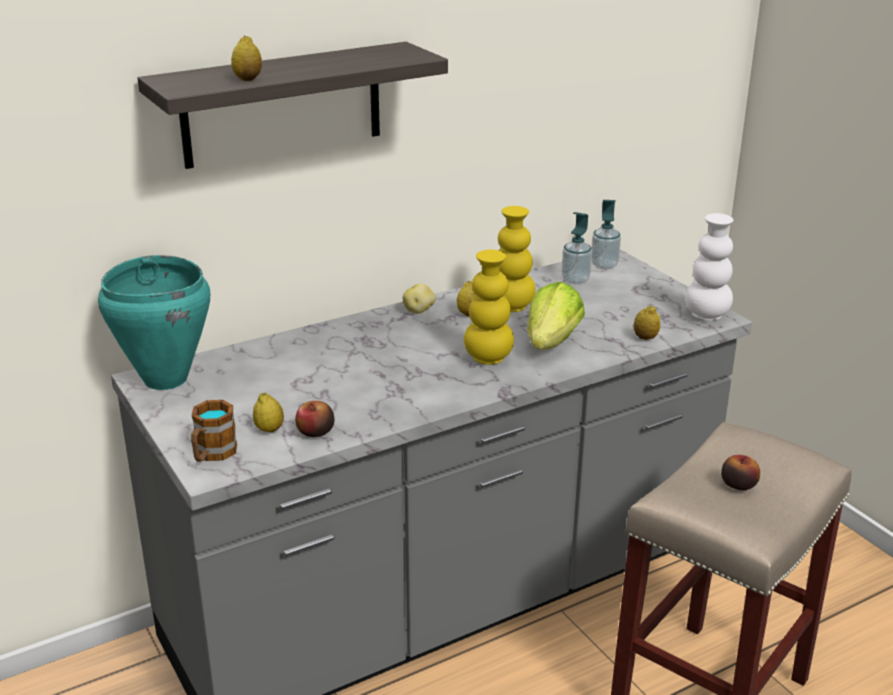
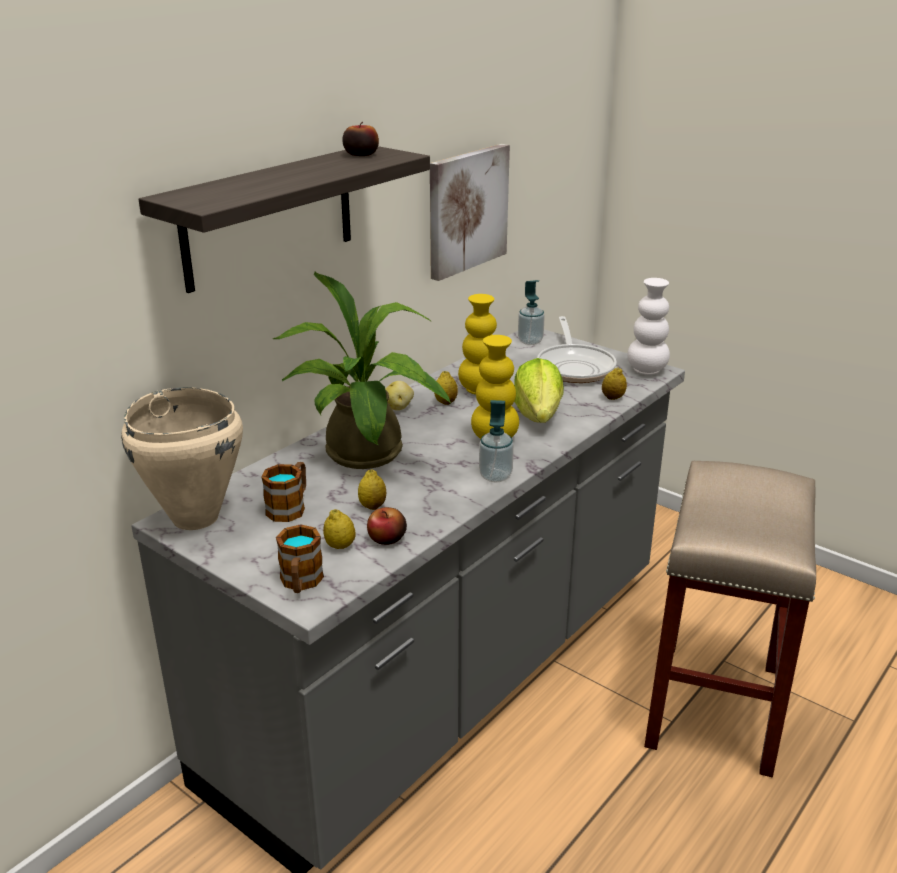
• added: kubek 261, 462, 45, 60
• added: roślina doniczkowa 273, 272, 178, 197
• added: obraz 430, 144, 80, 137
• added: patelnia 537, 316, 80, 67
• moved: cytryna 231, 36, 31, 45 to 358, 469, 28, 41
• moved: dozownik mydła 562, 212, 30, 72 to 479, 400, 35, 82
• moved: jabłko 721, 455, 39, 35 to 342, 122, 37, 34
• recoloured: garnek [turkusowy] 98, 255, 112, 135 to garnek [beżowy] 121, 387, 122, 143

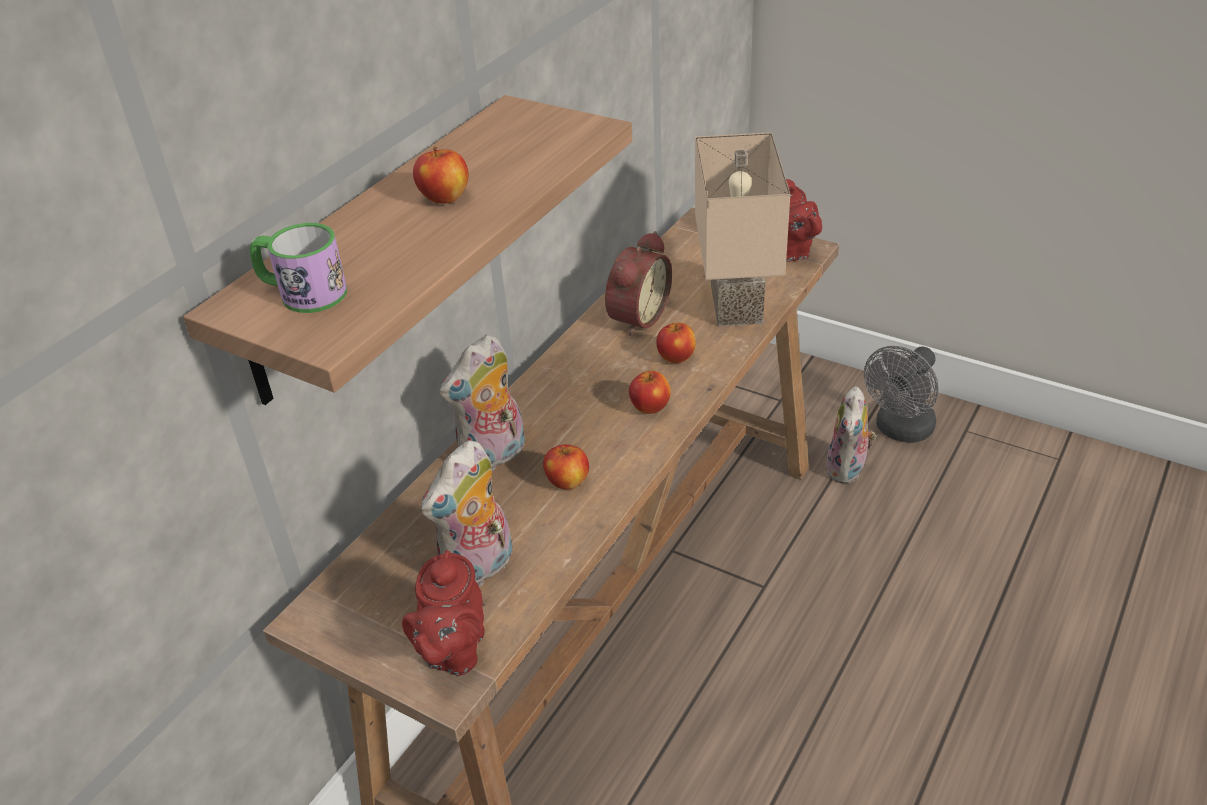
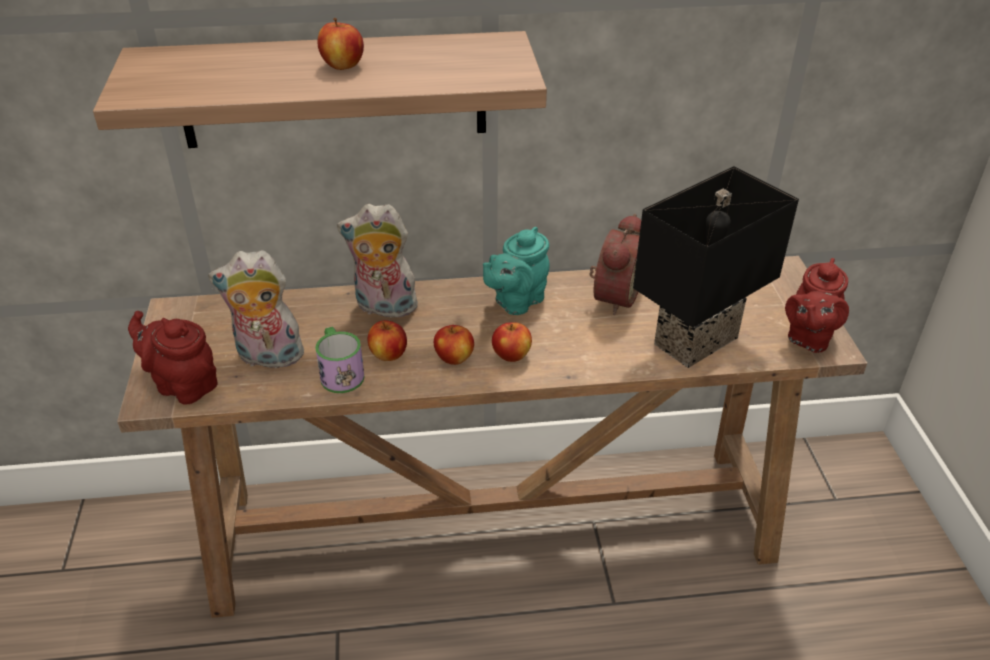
• removed: pluszak 826, 386, 50, 98
• removed: wentylator [szary] 864, 346, 75, 97
• added: imbryk [turkusowy] 483, 227, 67, 88
• moved: kubek 249, 223, 98, 90 to 315, 326, 49, 67
• moved: jabłko 656, 323, 40, 40 to 434, 325, 40, 40
• recoloured: lampa stołowa [beżowy] 695, 132, 95, 194 to lampa stołowa [czarny] 633, 166, 166, 202
• turned: imbryk [czerwony] 402, 550, 83, 126 = 128, 311, 89, 94 60 degrees clockwise
• turned: budzik 605, 231, 67, 105 = 590, 214, 51, 101 60 degrees counterclockwise

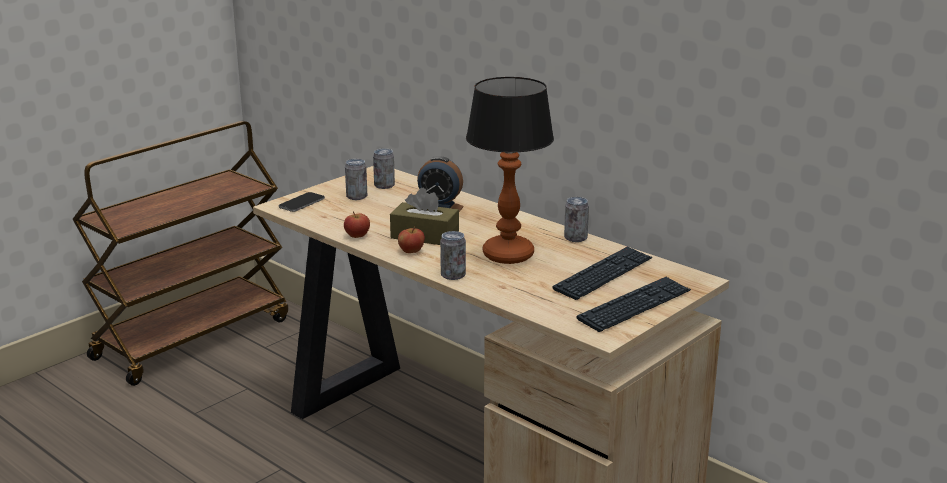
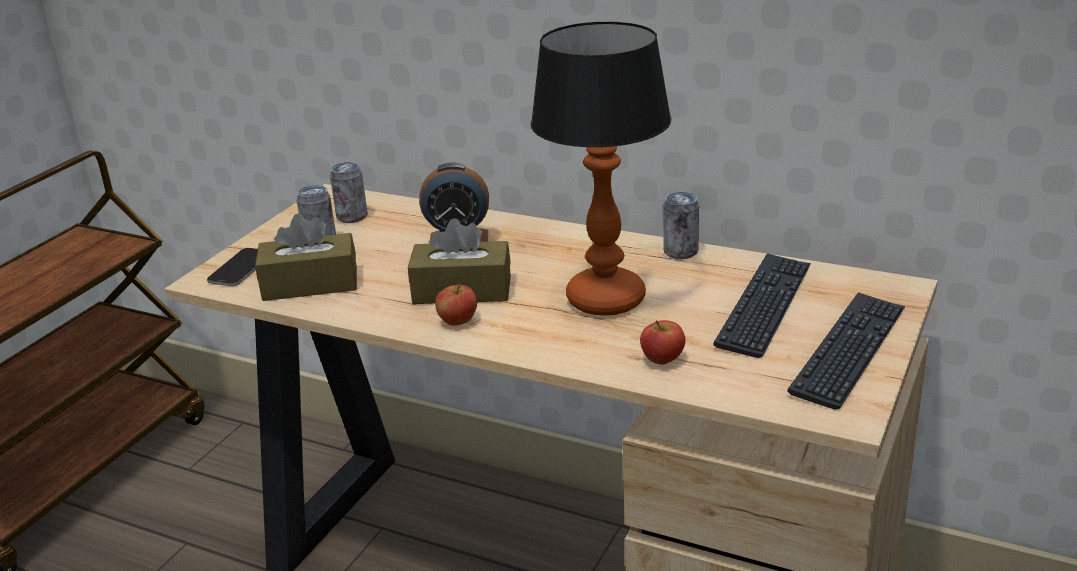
• removed: puszka 440, 231, 26, 49
• added: pudełko chusteczek [brązowy] 255, 214, 102, 87
• moved: jabłko 344, 211, 26, 27 to 640, 320, 45, 45

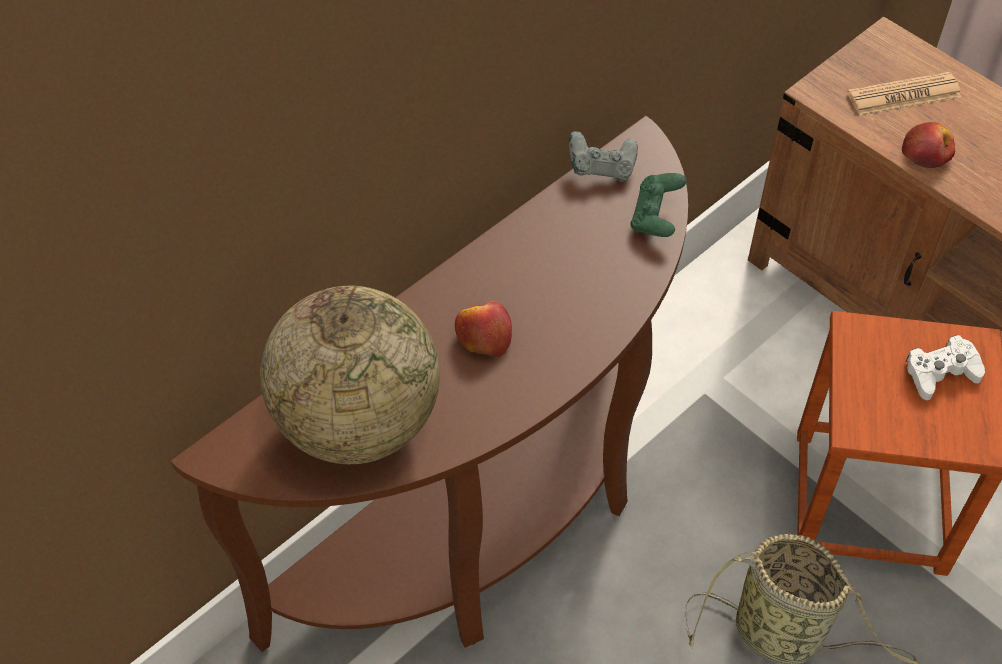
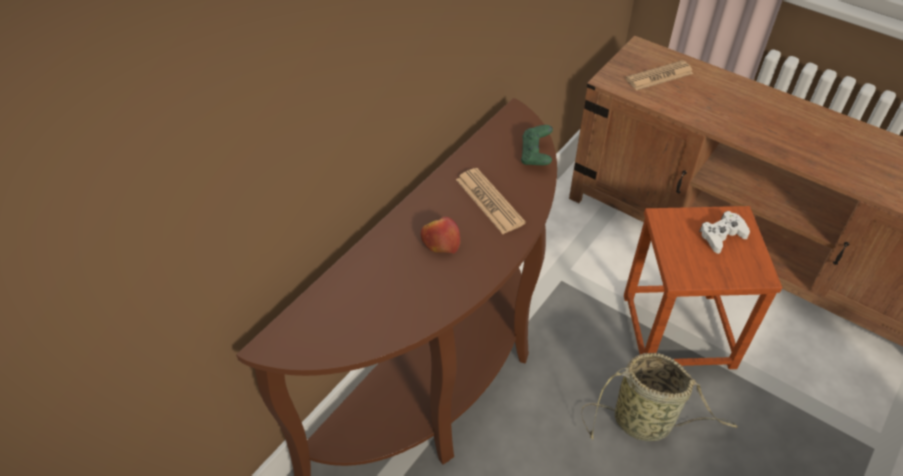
• removed: globus 260, 286, 180, 178
• removed: pad do gier [szary] 569, 131, 69, 50
• removed: jabłko 902, 122, 53, 46
• added: gazeta 456, 168, 70, 66

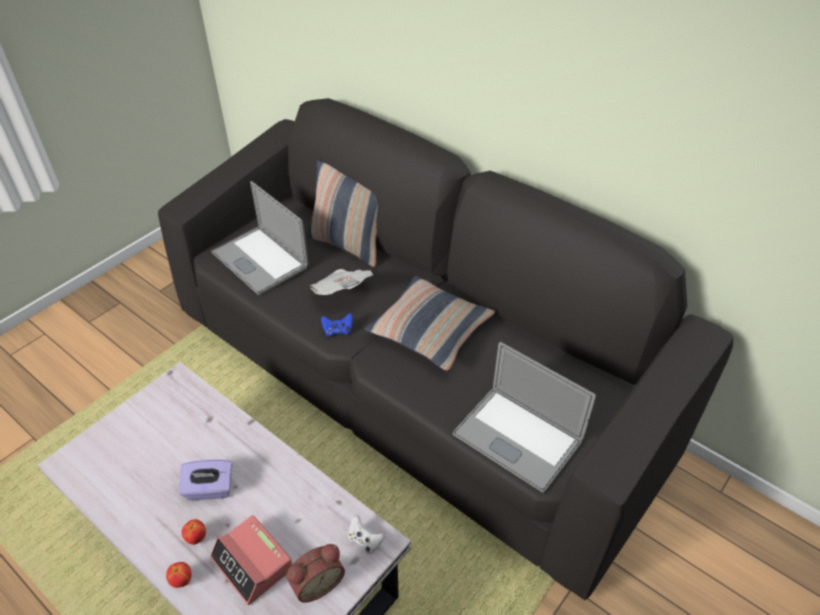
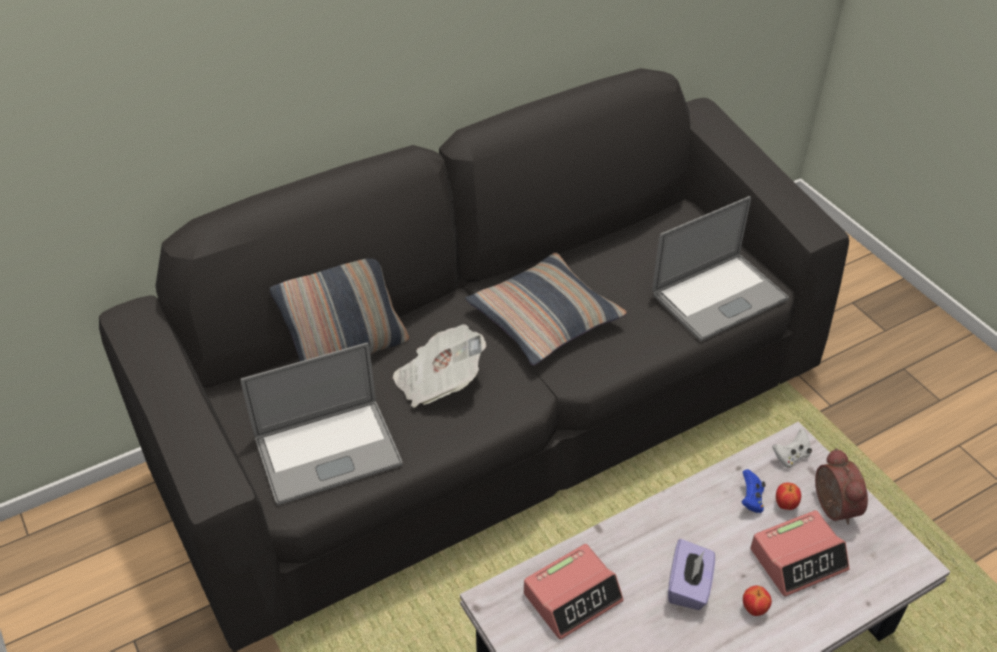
• added: budzik 524, 544, 100, 96
• moved: jabłko 166, 562, 26, 26 to 776, 483, 25, 27
• moved: pad do gier [niebieski] 321, 313, 32, 23 to 742, 469, 24, 44

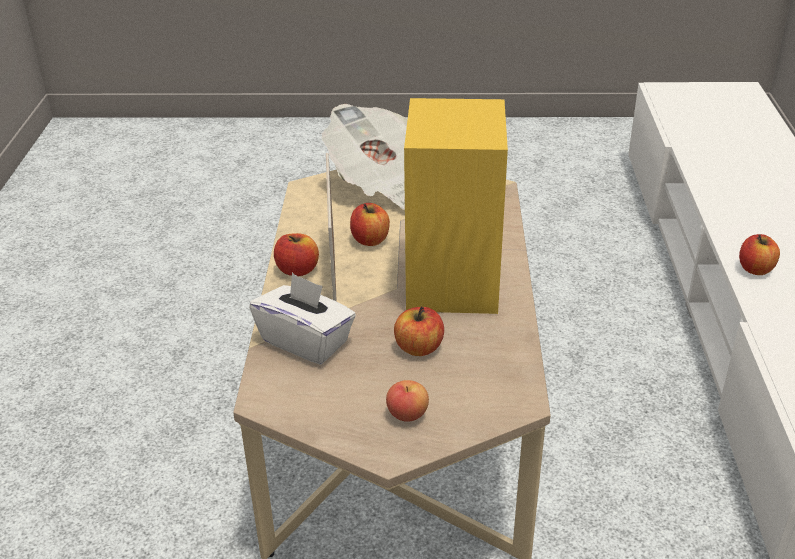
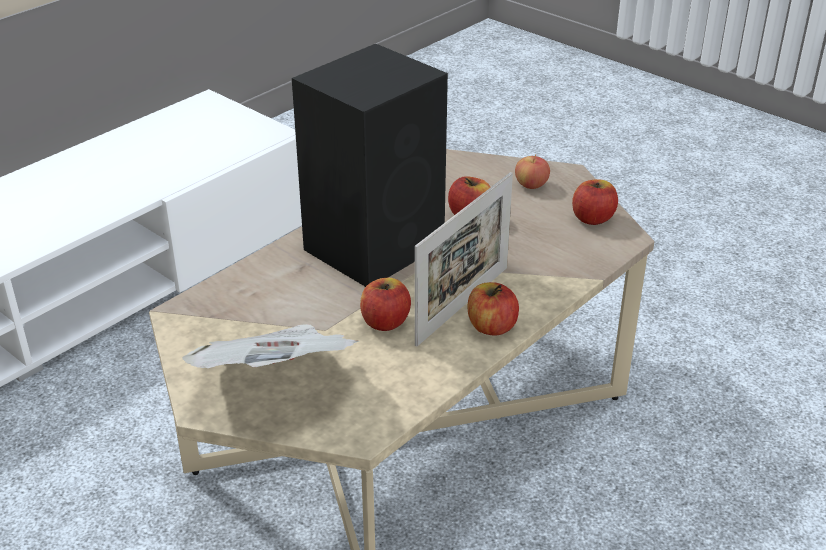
• removed: pudełko chusteczek [biały] 249, 273, 107, 91
• moved: jabłko 739, 234, 41, 41 to 572, 179, 46, 46
• recoloured: głośnik [żółty] 404, 98, 104, 216 to głośnik [czarny] 292, 44, 156, 243

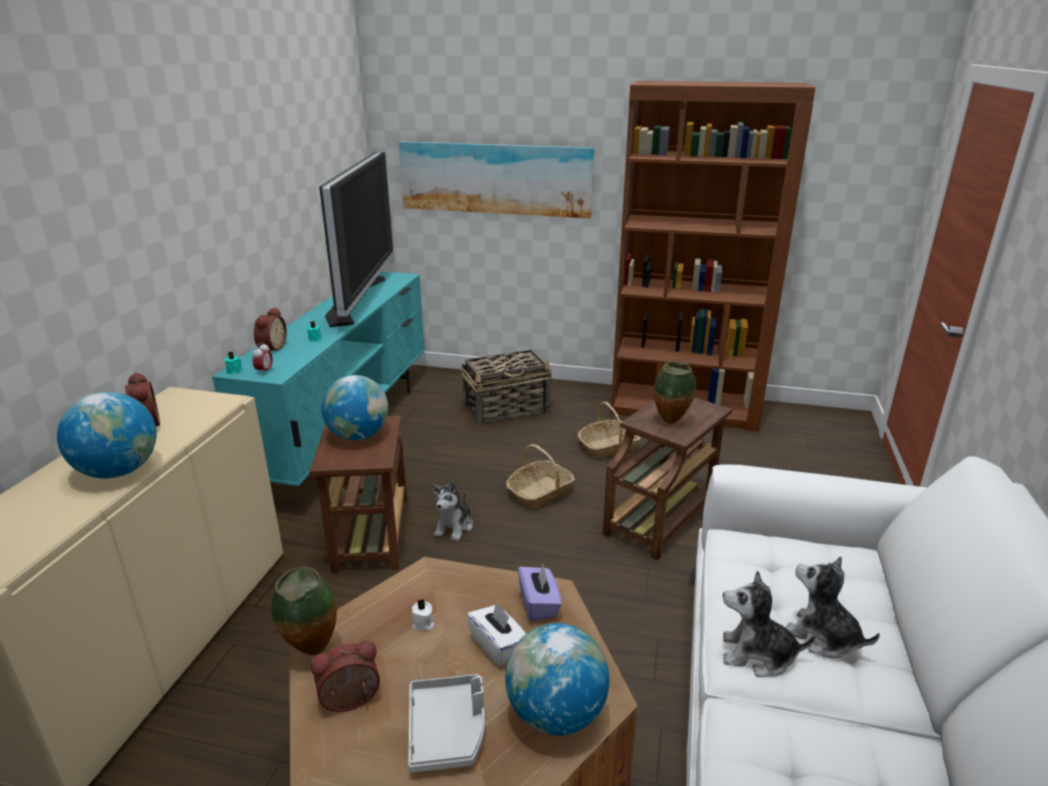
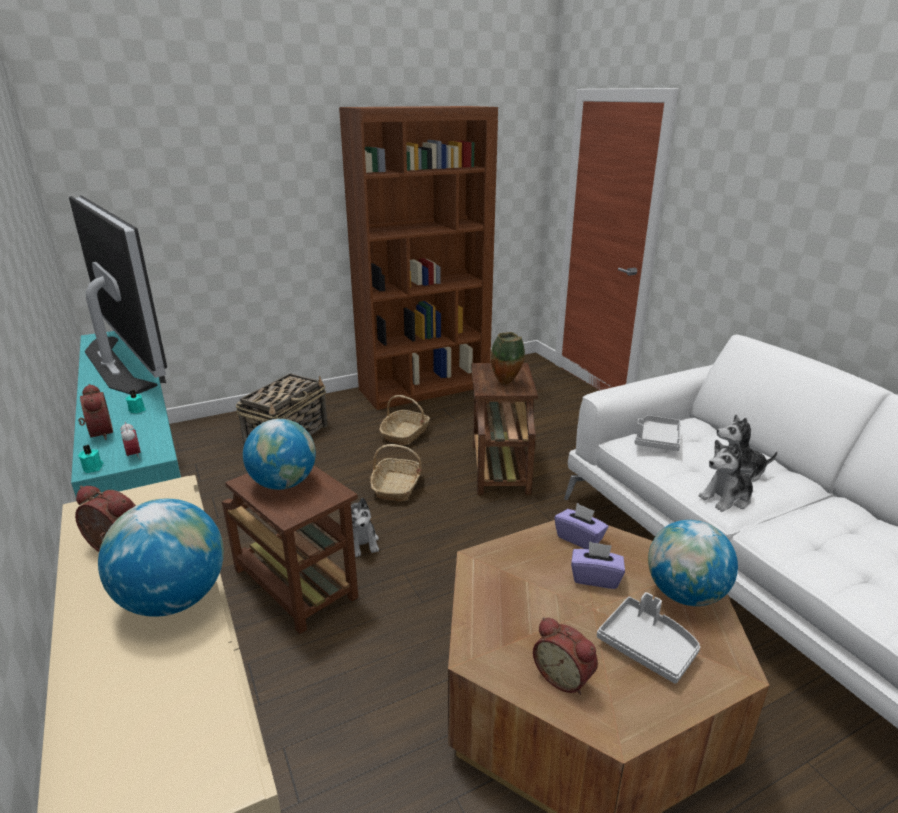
• removed: wazon 271, 567, 66, 88
• removed: obraz 399, 141, 195, 77
• removed: świeca [biały] 412, 599, 22, 32
• added: taca [szary] 634, 415, 47, 36
• recoloured: pudełko chusteczek [biały] 467, 602, 59, 64 to pudełko chusteczek [fioletowy] 571, 541, 54, 48
• turned: budzik 310, 641, 70, 71 = 533, 617, 65, 78 75 degrees counterclockwise

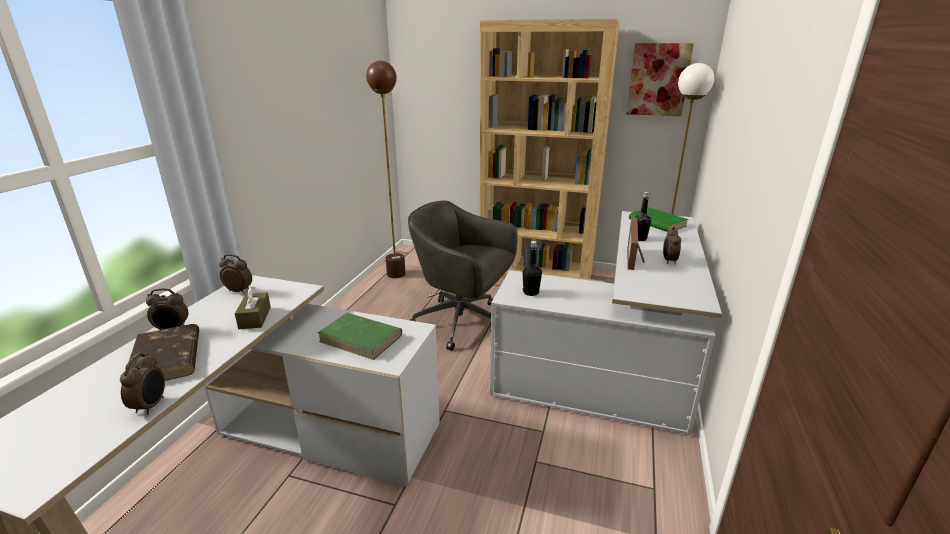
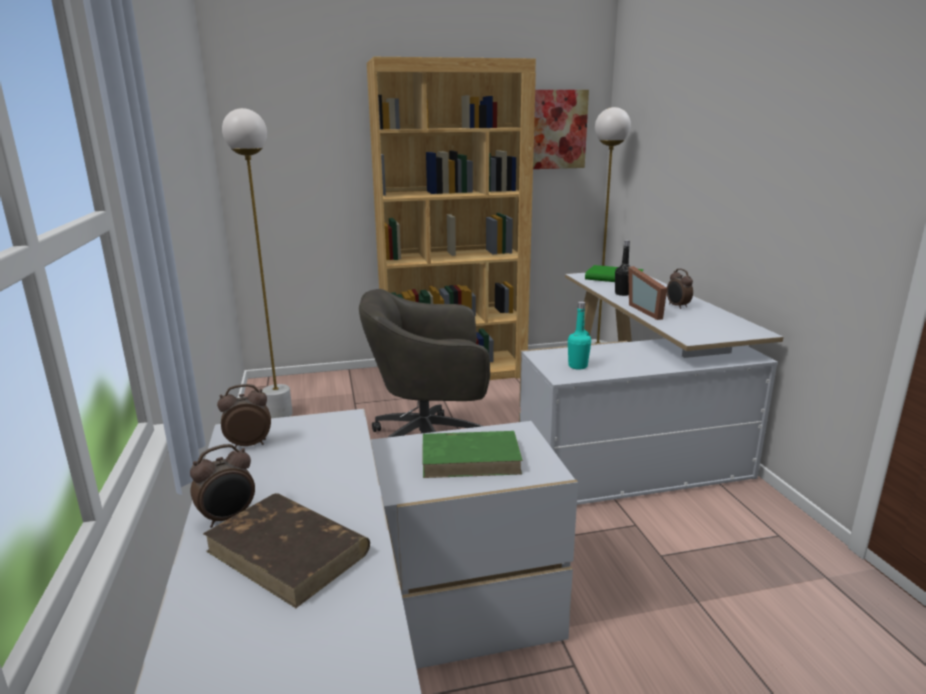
• removed: budzik 120, 353, 45, 62
• removed: pudełko chusteczek [brązowy] 235, 286, 36, 43
• recoloured: lampa stojąca [brązowy] 366, 61, 40, 217 to lampa stojąca [biały] 222, 108, 71, 310
• recoloured: butelka [czarny] 523, 241, 19, 55 to butelka [turkusowy] 568, 301, 23, 68

